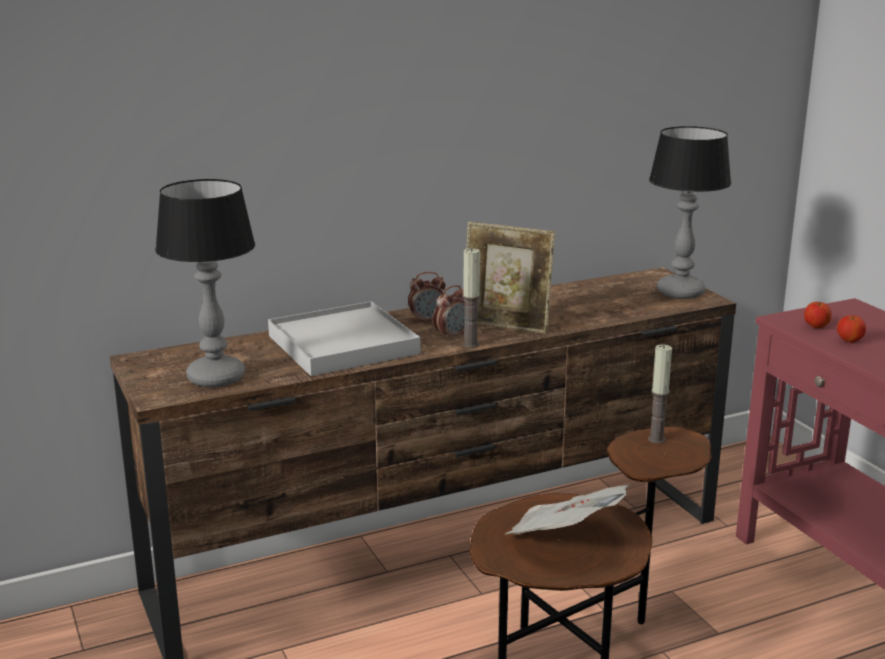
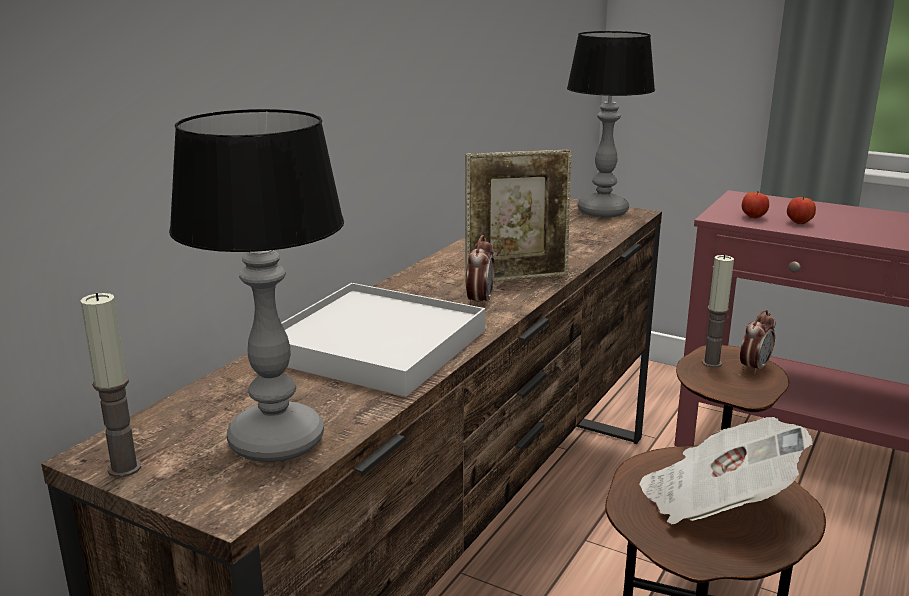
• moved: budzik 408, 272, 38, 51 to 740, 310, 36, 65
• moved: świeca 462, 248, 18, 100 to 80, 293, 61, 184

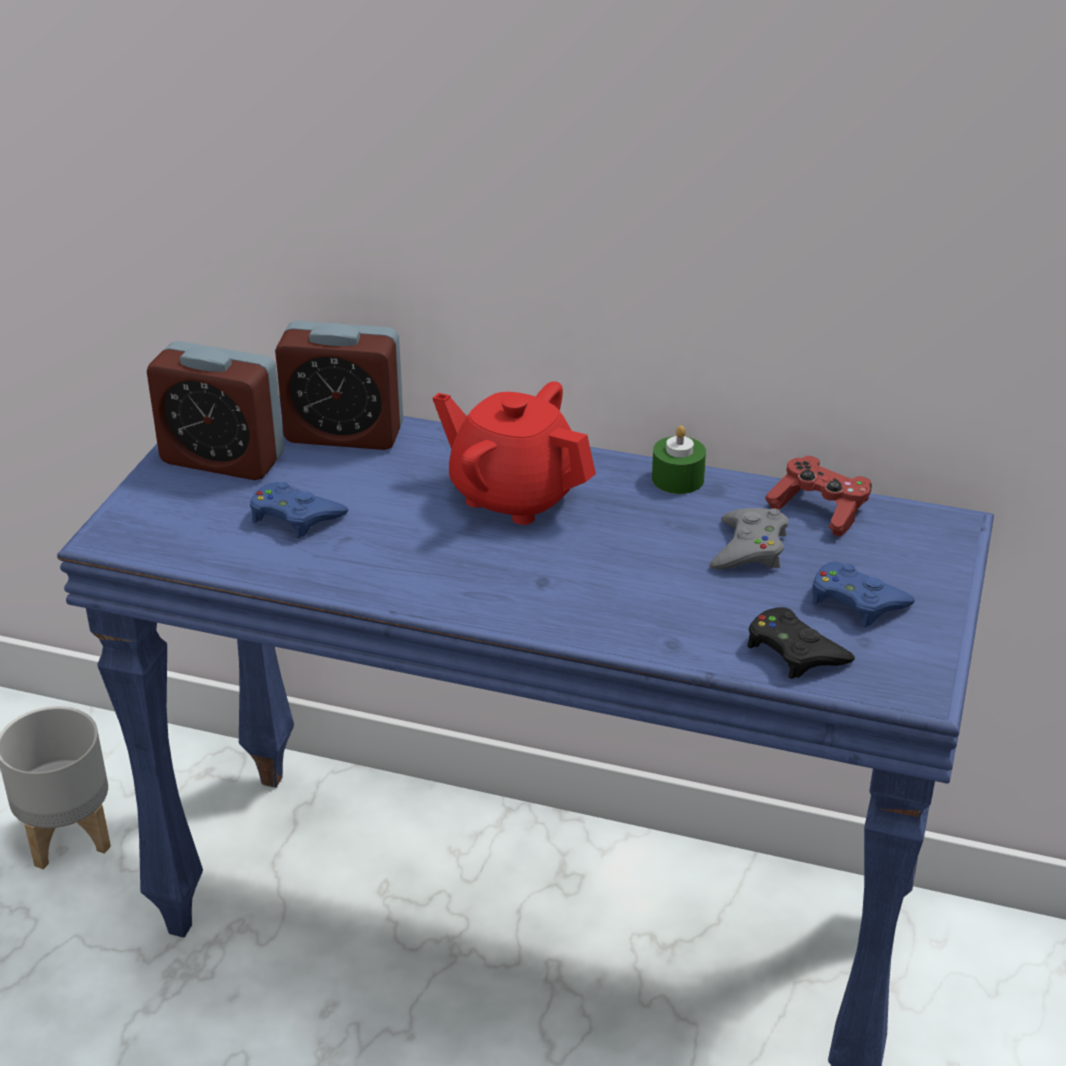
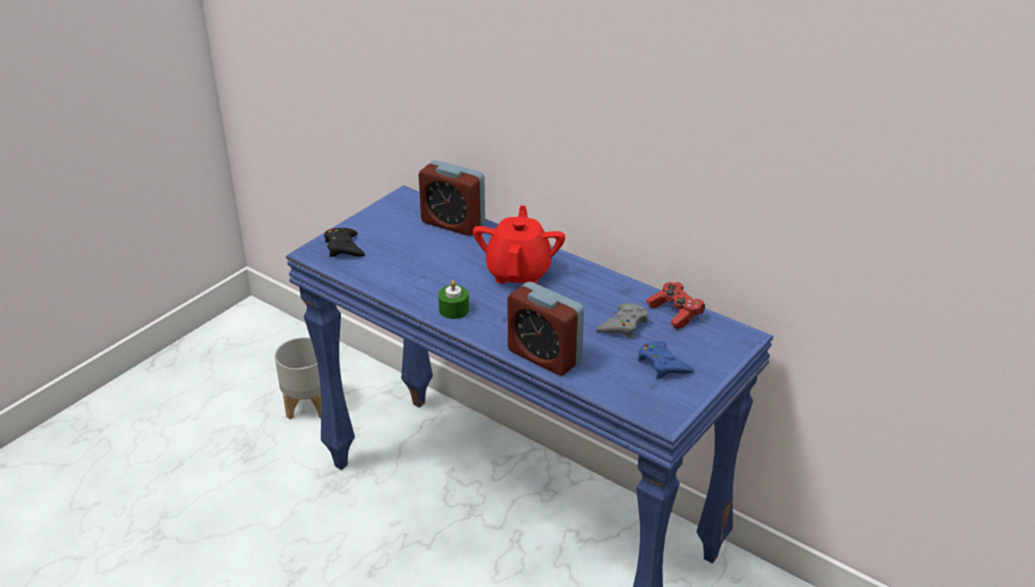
• removed: pad do gier [niebieski] 250, 482, 98, 57
• moved: budzik 147, 341, 137, 139 to 508, 282, 76, 94
• moved: świeca [zielony] 652, 425, 54, 69 to 438, 280, 31, 39
• moved: pad do gier [czarny] 747, 607, 108, 72 to 324, 228, 41, 29
• turned: imbryk [czerwony] 433, 381, 163, 144 = 473, 206, 92, 78 45 degrees clockwise

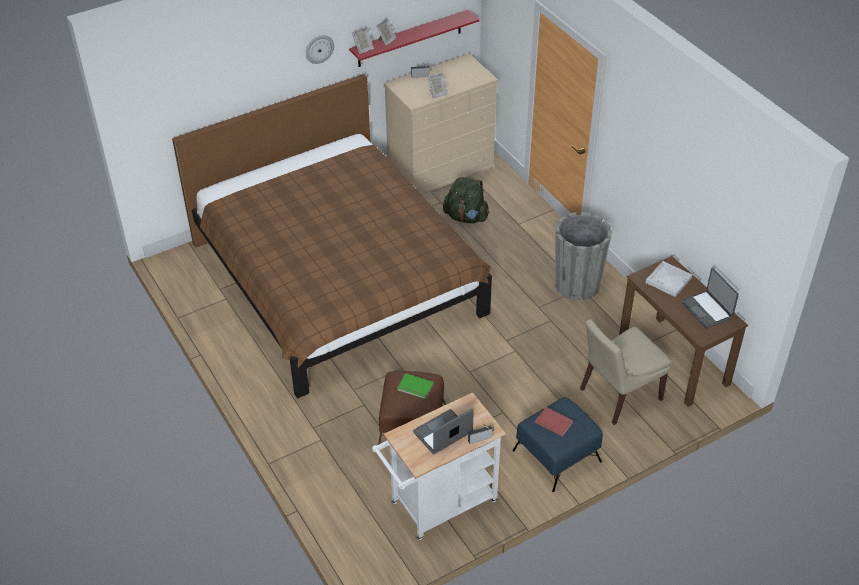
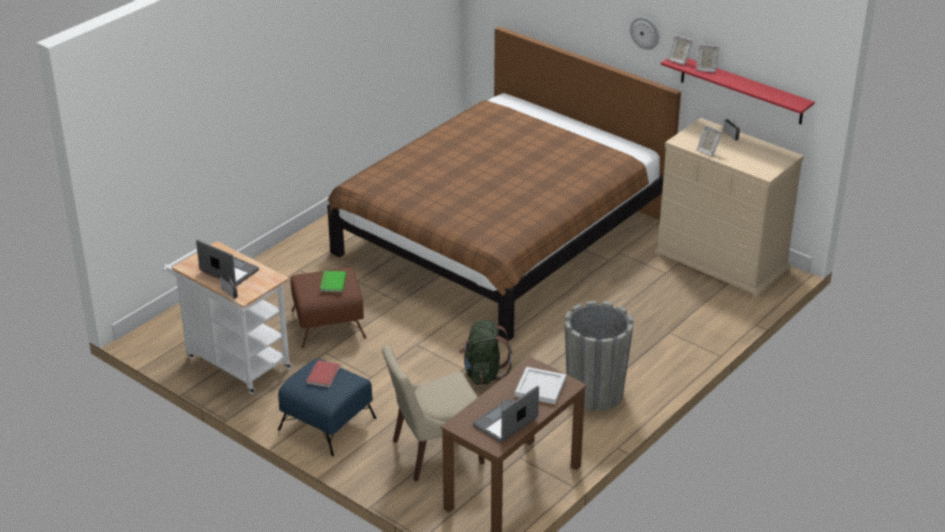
• moved: plecak [zielony] 443, 177, 46, 46 to 459, 320, 53, 65
• turned: krzesło [beżowy] 580, 319, 91, 106 = 382, 345, 103, 136 60 degrees counterclockwise

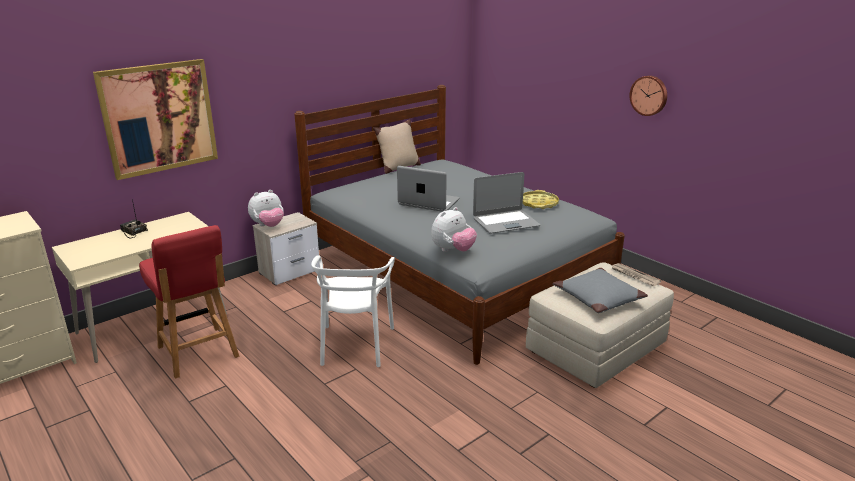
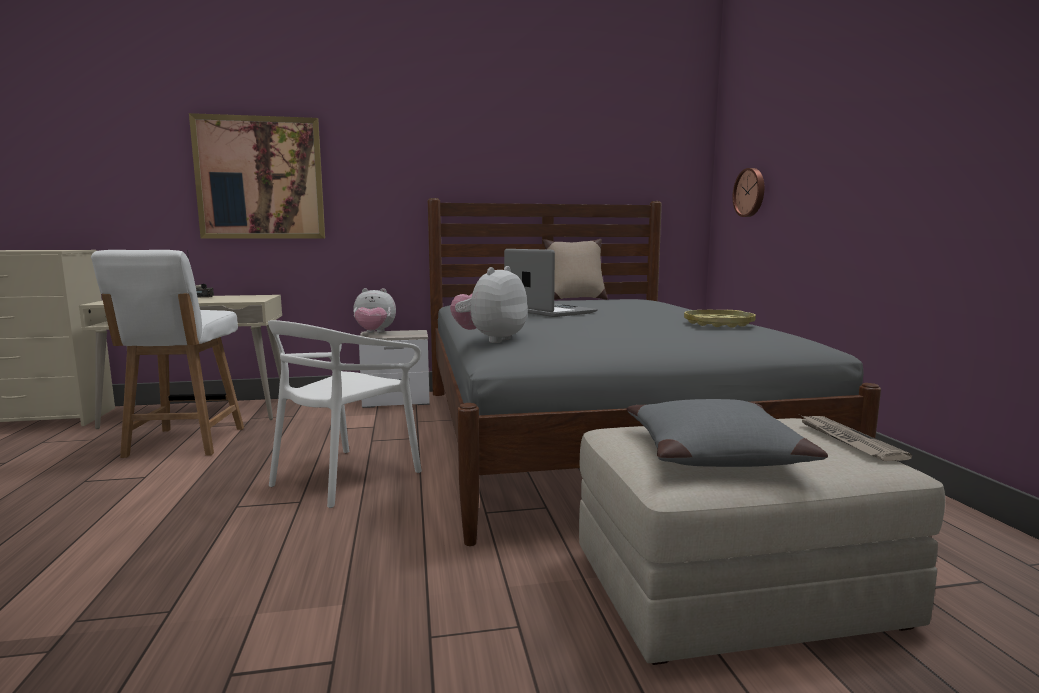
• removed: laptop 473, 172, 67, 62
• moved: zegar ścienny 630, 76, 37, 40 to 732, 168, 32, 49
• recoloured: krzesło [czerwony] 139, 225, 100, 153 to krzesło [biały] 91, 250, 153, 208
• turned: pluszak 431, 207, 46, 45 = 450, 266, 78, 77 135 degrees clockwise

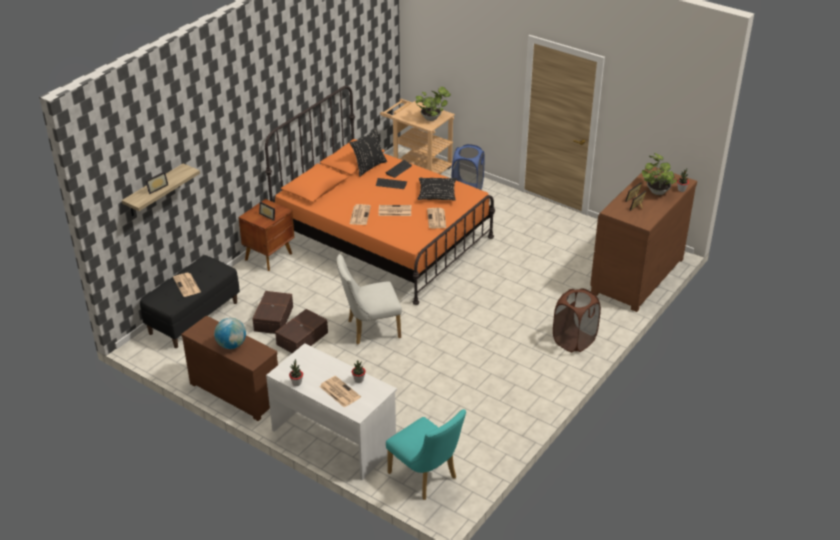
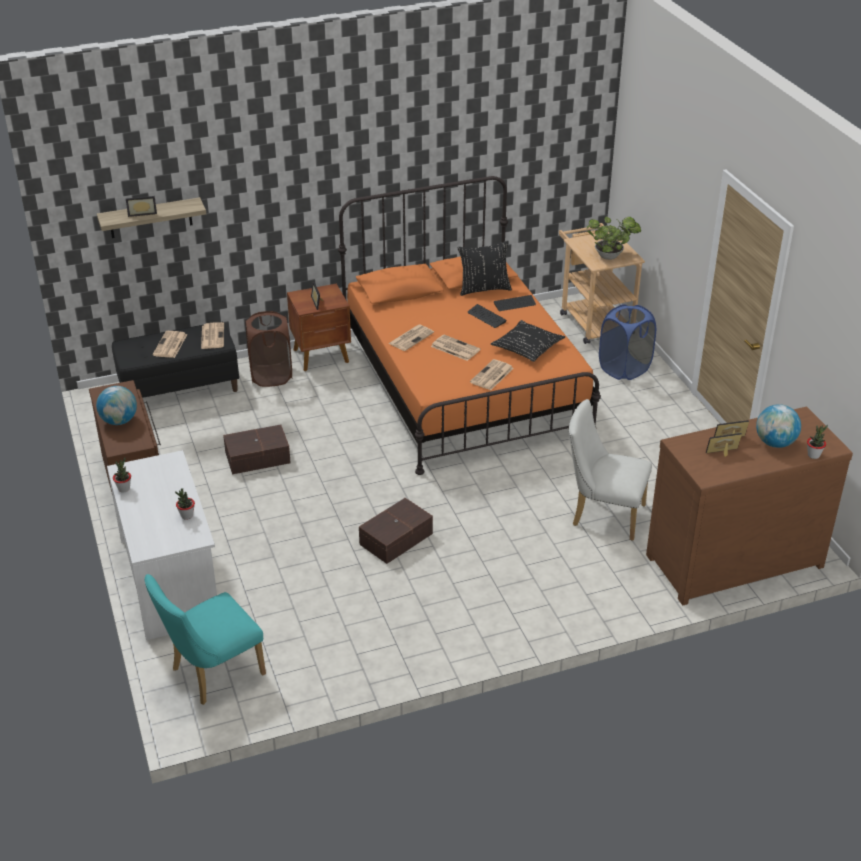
• moved: pojemnik do przechowywania [brązowy] 252, 291, 41, 43 to 359, 498, 74, 66
• moved: gazeta 319, 376, 42, 32 to 201, 322, 23, 27
• moved: krzesło [biały] 337, 254, 65, 90 to 569, 399, 83, 141
• moved: kosz na pranie [brązowy] 553, 288, 48, 64 to 245, 311, 47, 76
• replaced: roślina doniczkowa 642, 153, 35, 42 to globus 756, 404, 45, 44
• turned: krzesło [turkusowy] 386, 409, 80, 91 = 145, 574, 121, 131 60 degrees clockwise

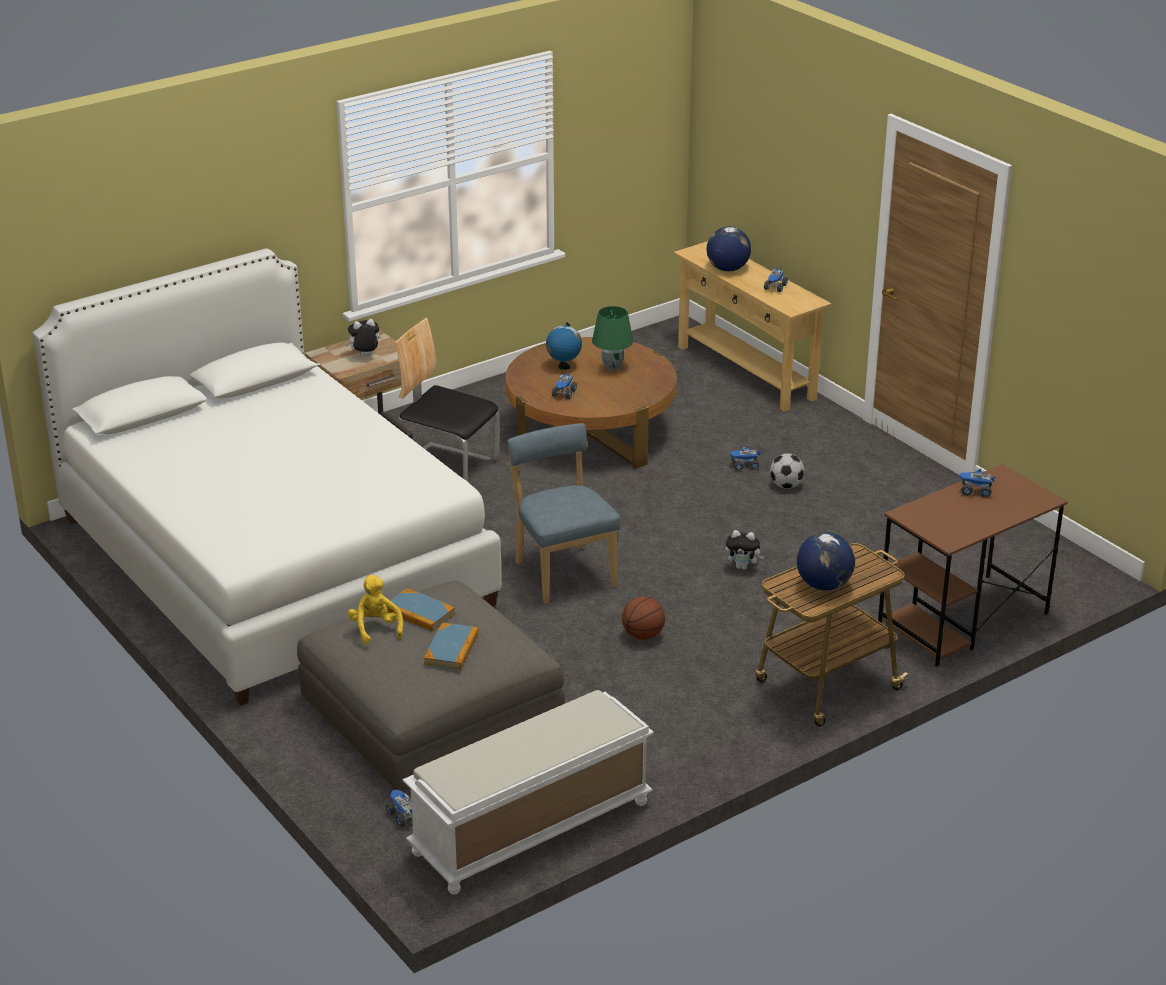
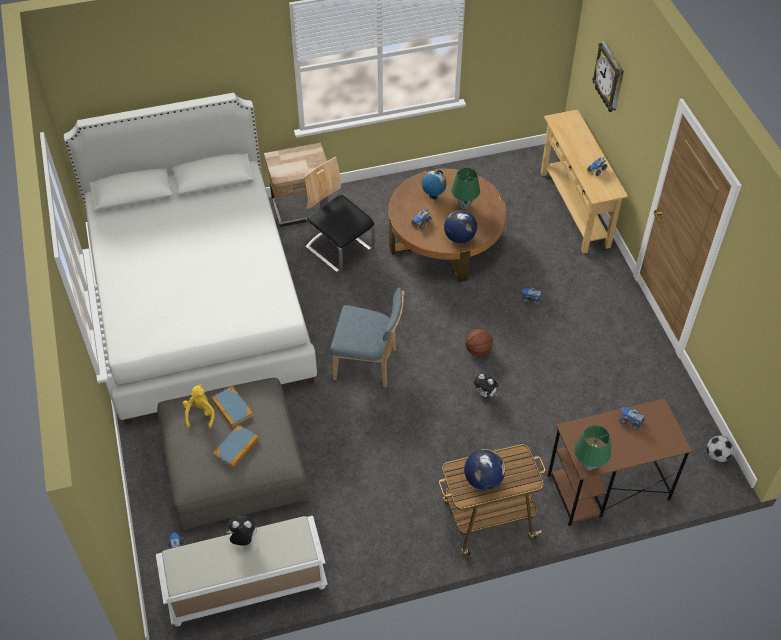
• added: lampa stołowa [zielony] 574, 425, 37, 46
• added: zegar ścienny 592, 41, 32, 71
• moved: pluszak 345, 319, 35, 37 to 227, 516, 30, 30
• moved: piłka do koszykówki 622, 596, 43, 44 to 465, 329, 28, 27
• moved: globus 707, 227, 44, 44 to 444, 210, 33, 33
• moved: piłka futbolowa 770, 453, 34, 36 to 707, 436, 27, 26
• turned: krzesło [niebieski] 507, 423, 114, 180 = 330, 287, 75, 101 105 degrees clockwise

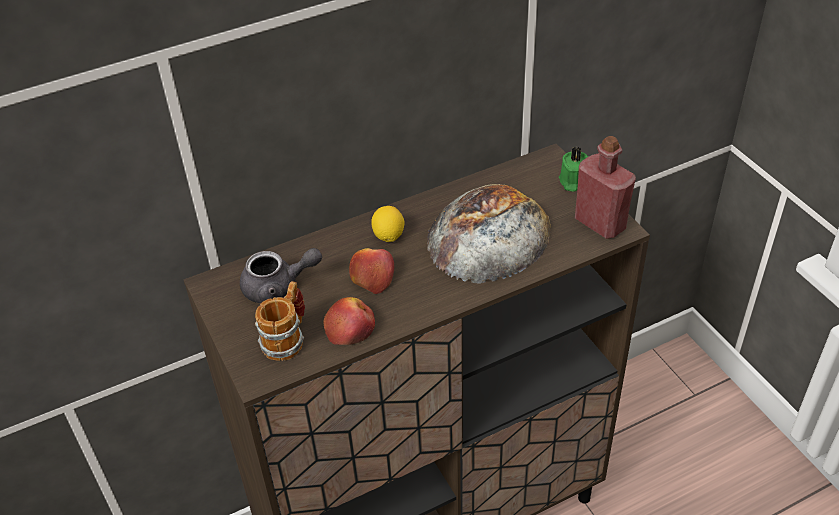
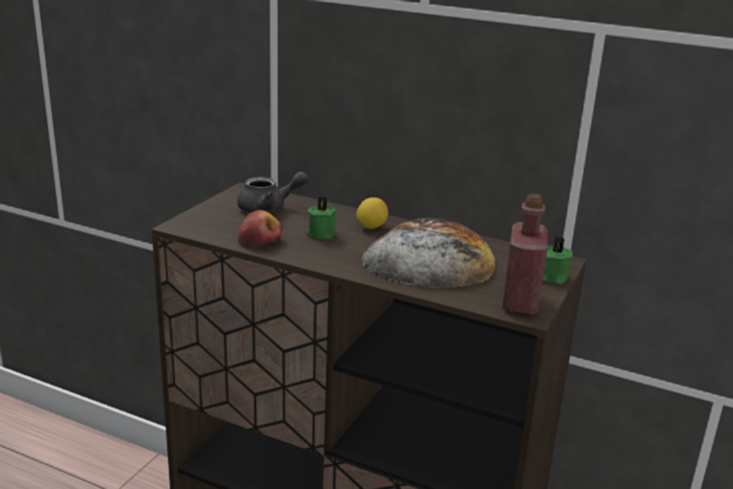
• removed: kubek 255, 281, 50, 80
• replaced: jabłko 349, 248, 45, 46 to świeca [zielony] 306, 196, 31, 43
• turned: imbryk [szary] 240, 248, 82, 55 = 237, 171, 71, 42 60 degrees counterclockwise

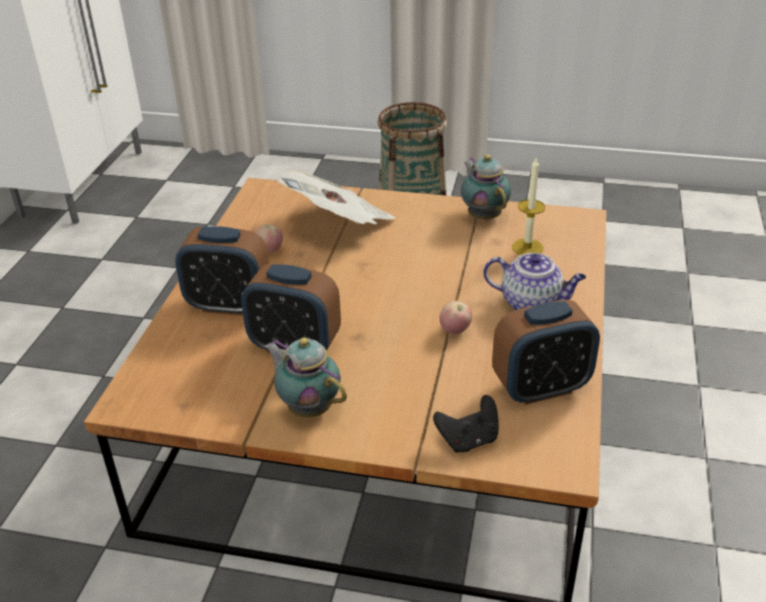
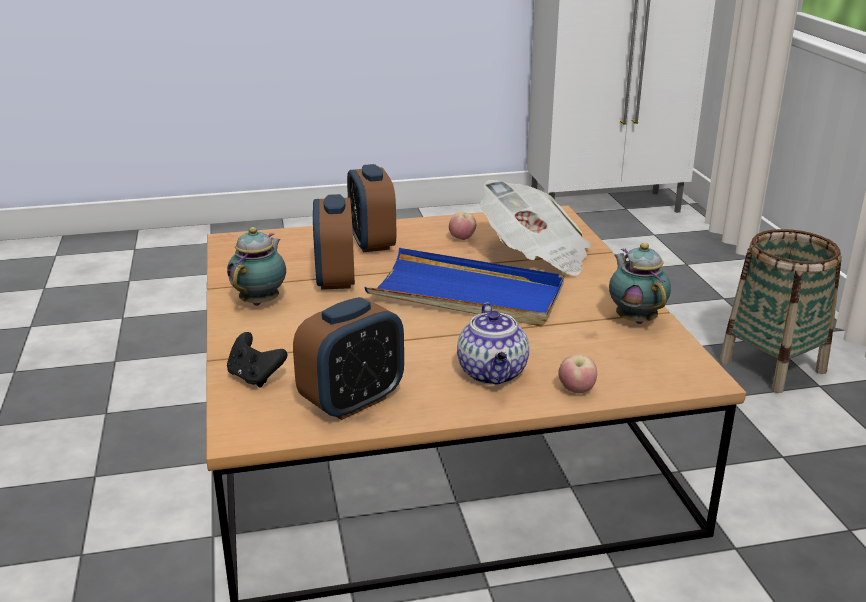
• removed: świeca 512, 158, 33, 97
• added: taca [niebieski] 364, 248, 200, 78
• moved: jabłko 440, 301, 32, 33 to 558, 354, 39, 40
• turned: imbryk 461, 154, 50, 66 = 609, 243, 62, 81 60 degrees counterclockwise
• turned: budzik 492, 300, 108, 105 = 293, 297, 111, 123 90 degrees counterclockwise

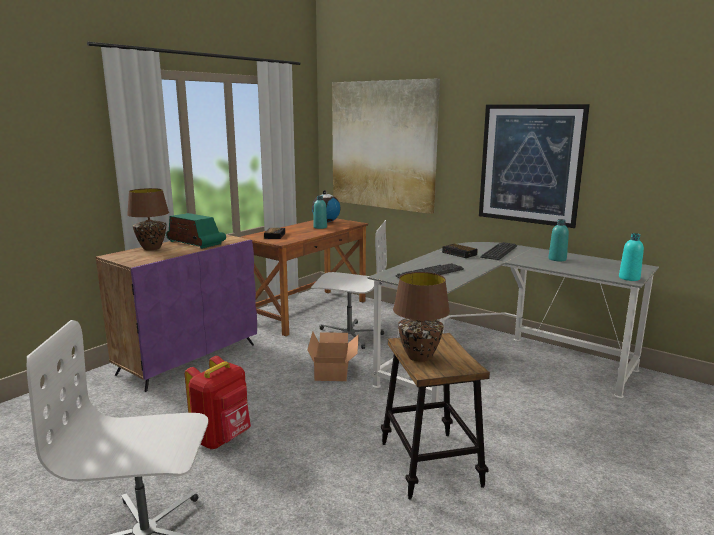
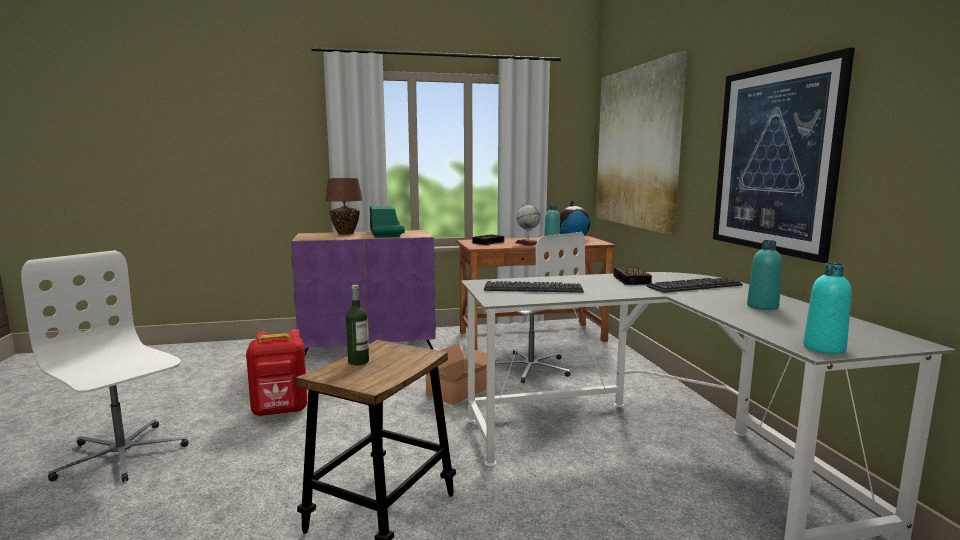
• added: globus 515, 203, 25, 43
• replaced: lampa stołowa [brązowy] 393, 272, 57, 90 to butelka 346, 285, 23, 80

